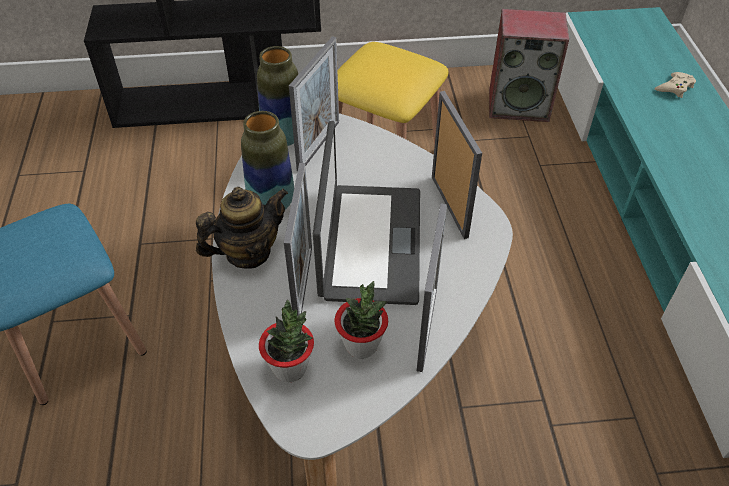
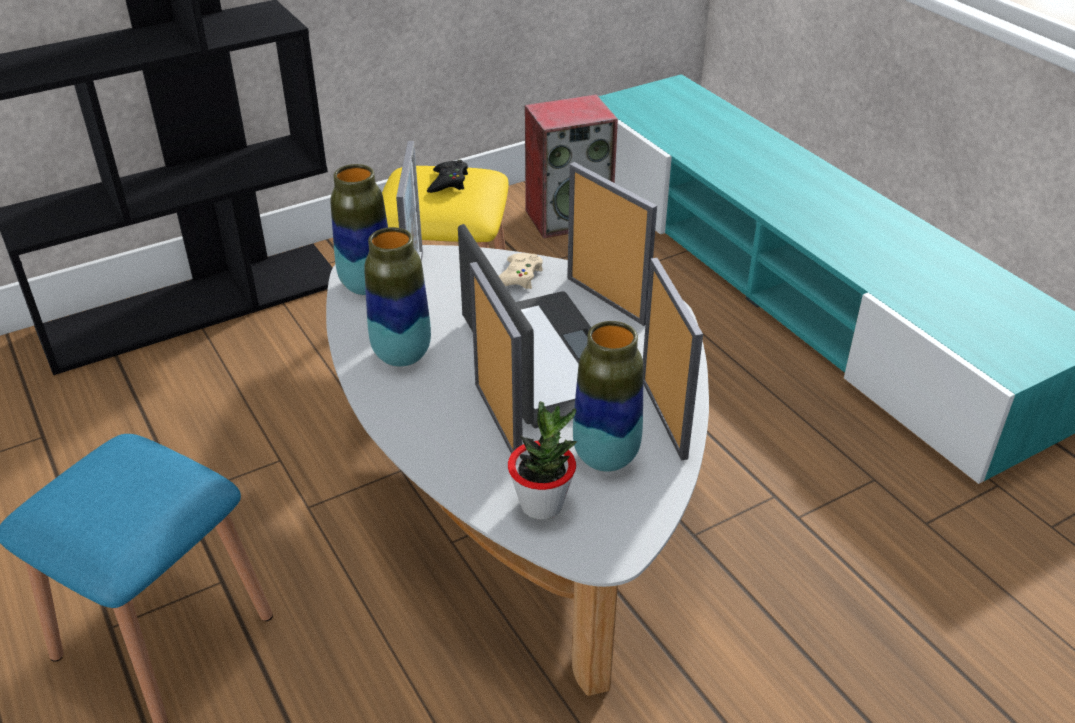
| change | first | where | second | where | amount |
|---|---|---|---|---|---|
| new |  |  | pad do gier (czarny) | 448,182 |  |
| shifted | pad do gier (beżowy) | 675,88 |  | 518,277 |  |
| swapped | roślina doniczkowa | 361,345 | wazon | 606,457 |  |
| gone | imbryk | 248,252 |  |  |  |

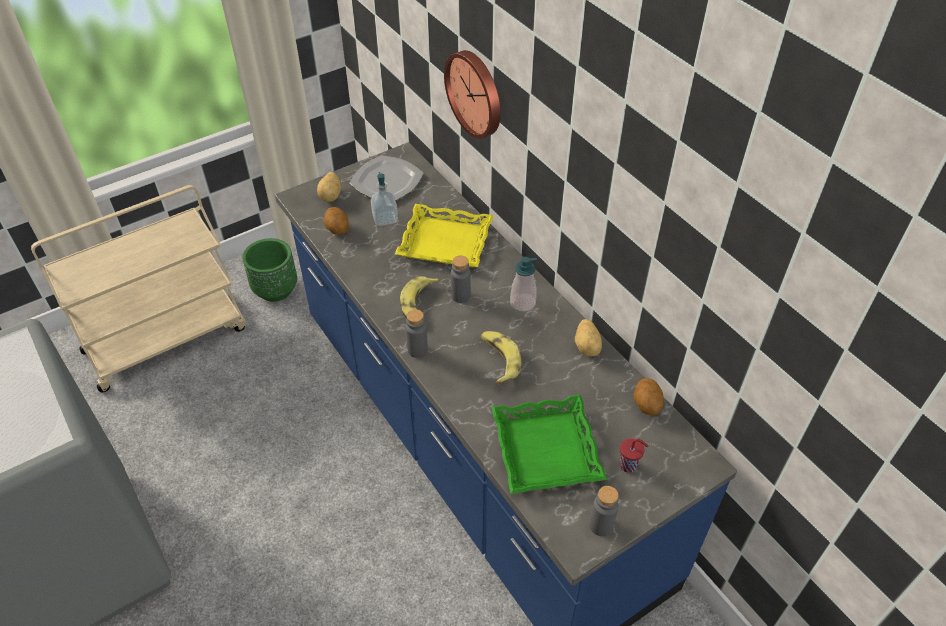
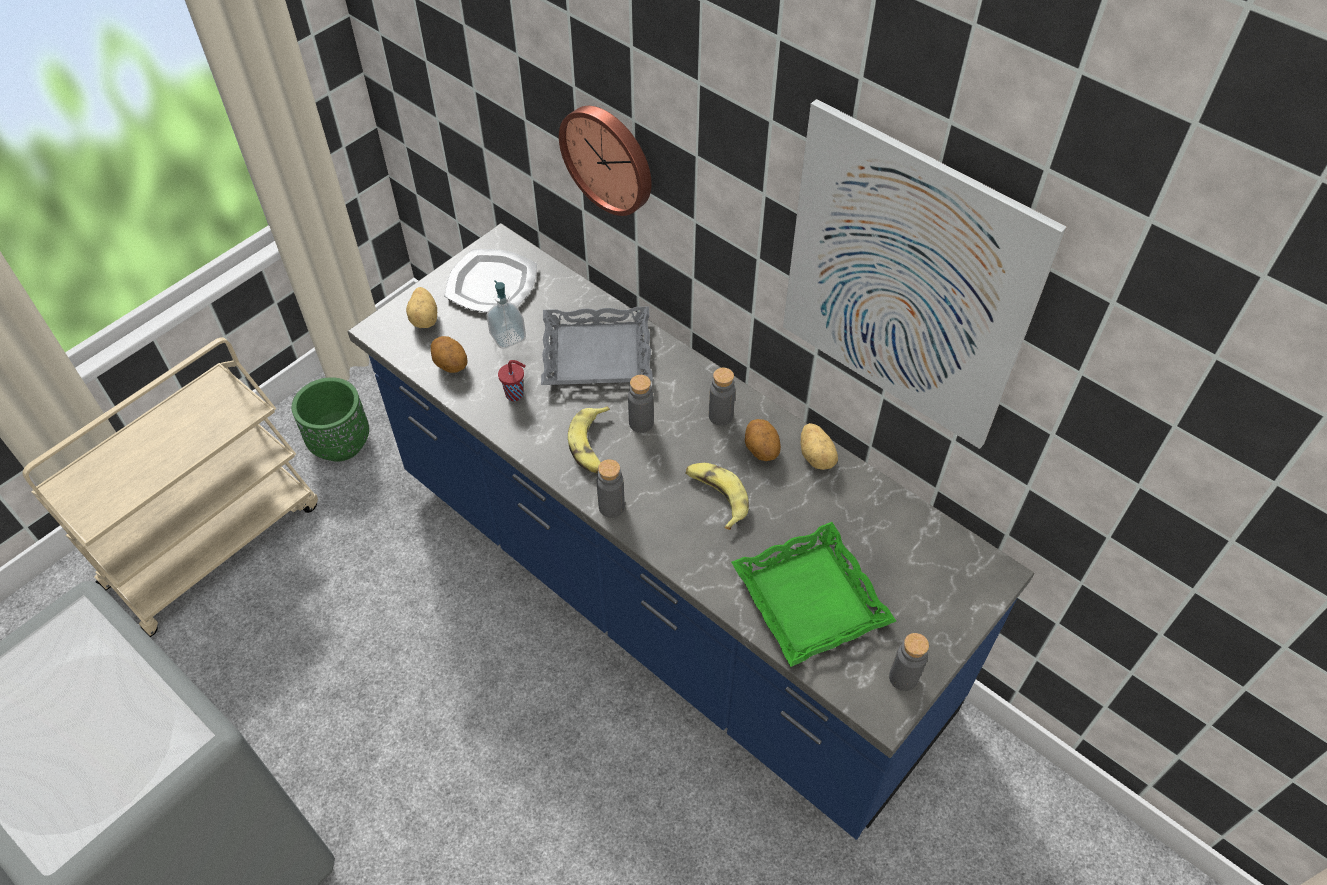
| change | first | where | second | where | amount |
|---|---|---|---|---|---|
| shifted | filiżanka (czerwony) | 629,466 |  | 515,394 |  |
| repainted | taca (żółty) | 445,242 | taca (szary) | 597,355 |  |
| swapped | dozownik mydła | 522,303 | butelka (szary) | 720,416 |  |
| shifted | ziemniak | 646,405 |  | 760,450 |  |
| new |  |  | obraz | 905,282 |  |

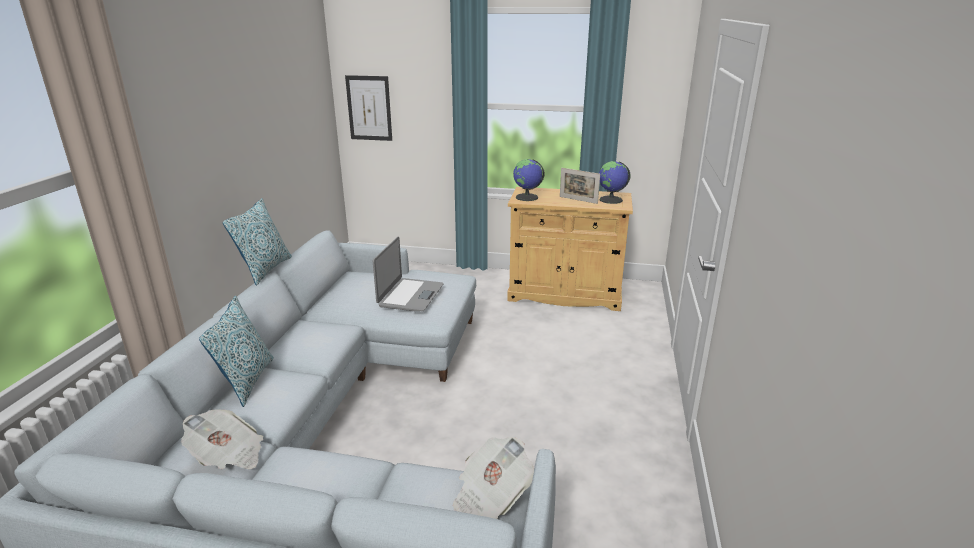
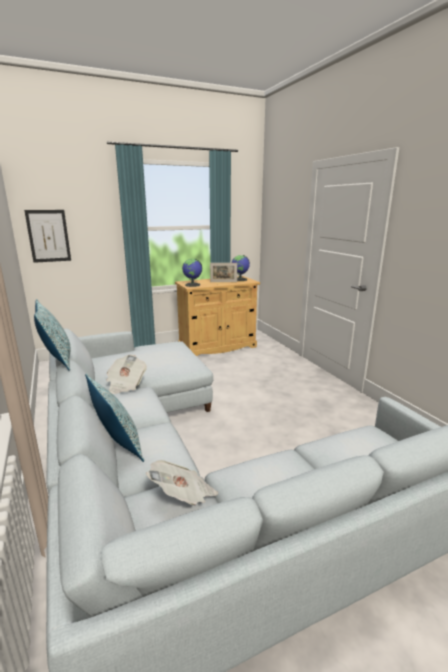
| change | first | where | second | where | amount |
|---|---|---|---|---|---|
| shifted | gazeta | 491,494 |  | 125,384 |  |
| gone | laptop | 410,295 |  |  |  |

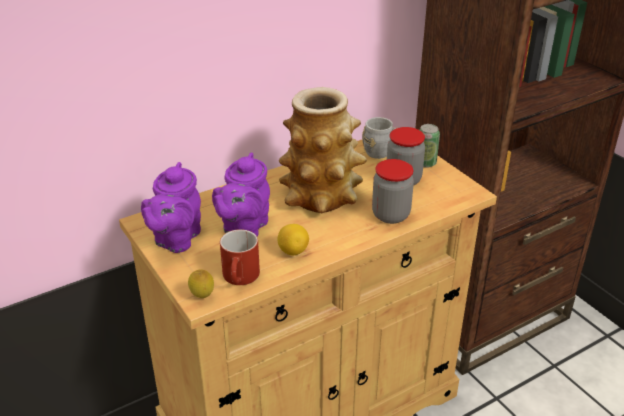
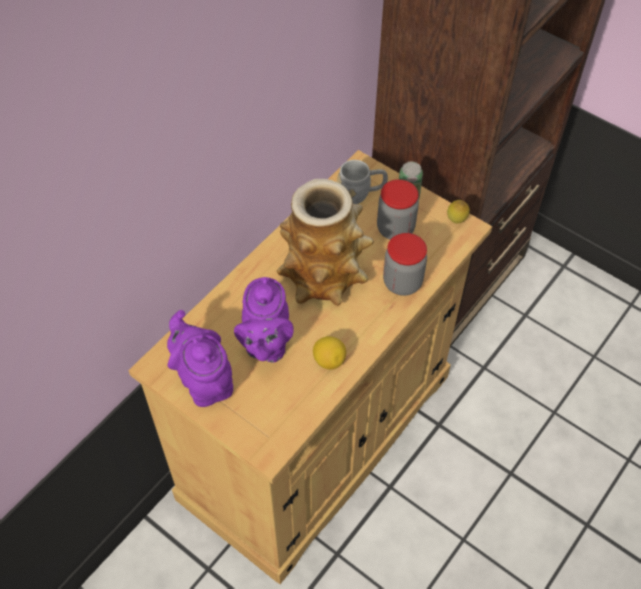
| change | first | where | second | where | amount |
|---|---|---|---|---|---|
| rotated | imbryk (fioletowy) | 175,239 |  | 204,381 | 150 degrees clockwise |
| shifted | cytryna | 202,297 |  | 456,221 |  |
| gone | kubek (czerwony) | 241,278 |  |  |  |

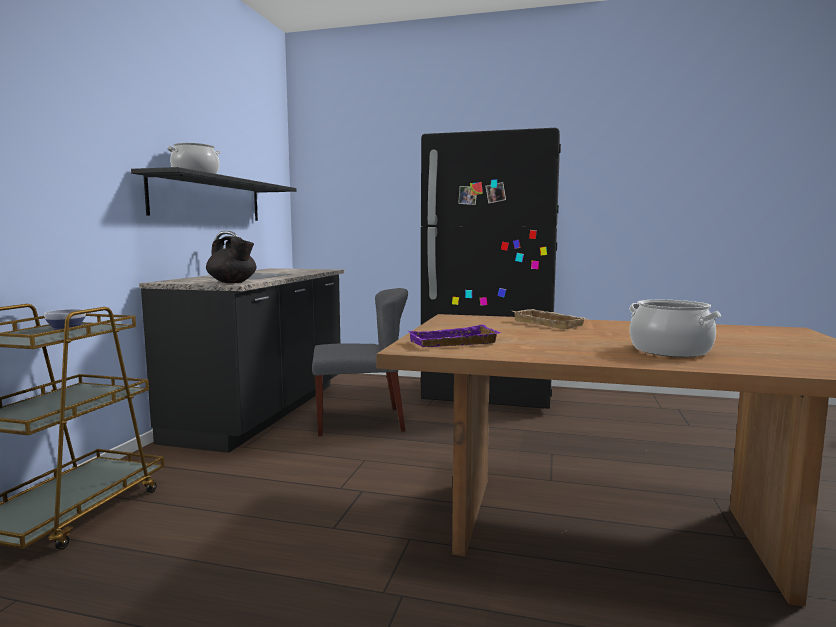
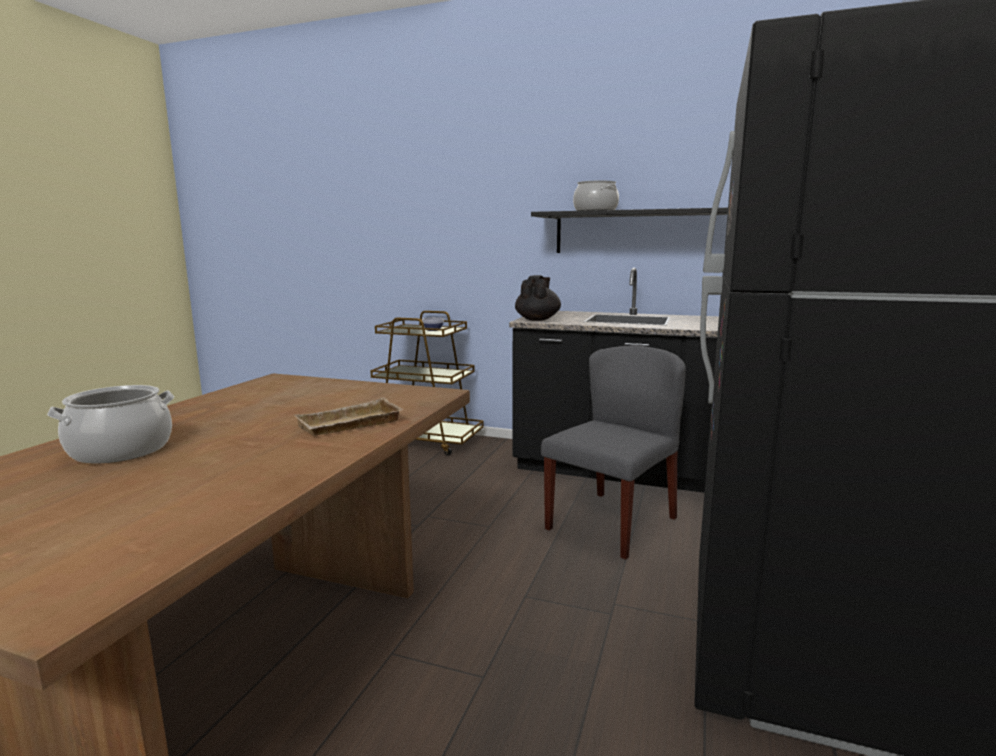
| change | first | where | second | where | amount |
|---|---|---|---|---|---|
| rotated | imbryk (czarny) | 232,282 |  | 537,319 | 150 degrees clockwise |
| rotated | krzesło (szary) | 360,421 |  | 612,522 | 135 degrees counterclockwise |
| gone | taca (fioletowy) | 453,343 |  |  |  |

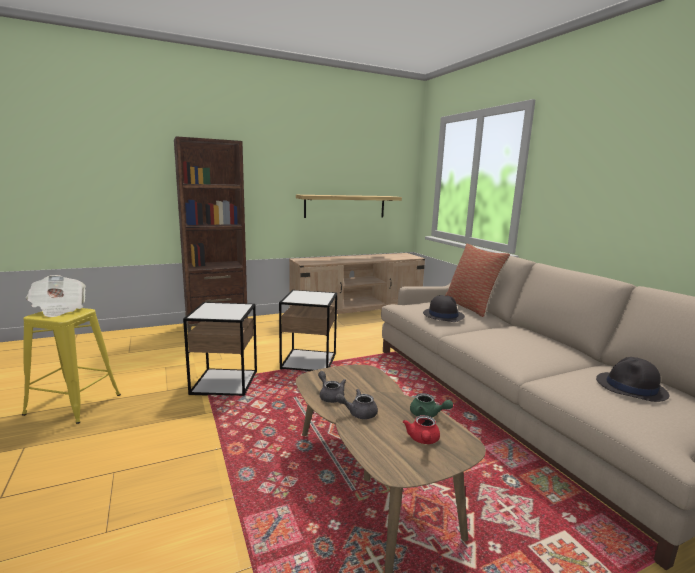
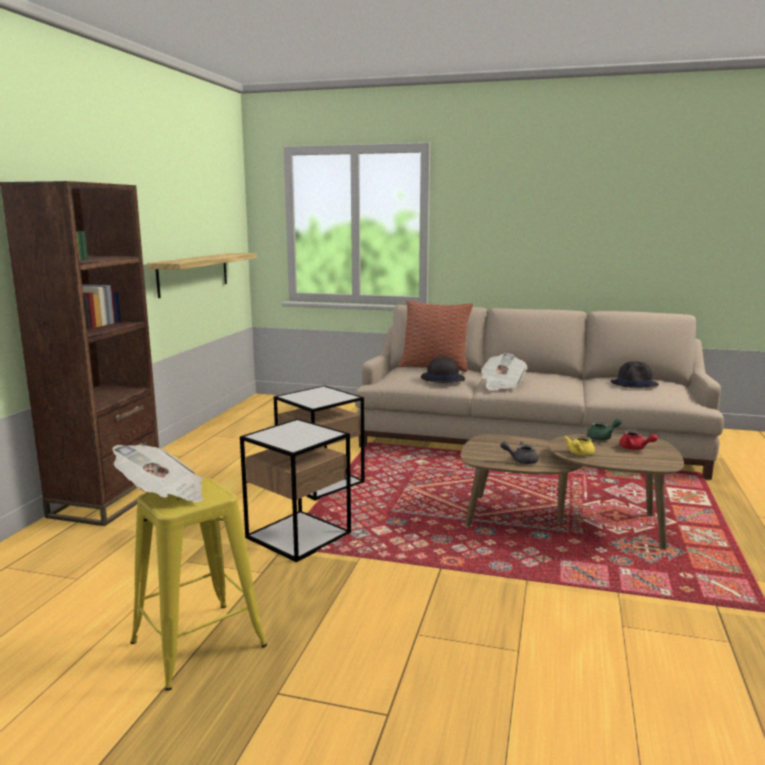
| change | first | where | second | where | amount |
|---|---|---|---|---|---|
| new |  |  | gazeta | 501,385 |  |
| repainted | imbryk (szary) | 358,413 | imbryk (żółty) | 579,453 |  |
| gone | szafka pod telewizor (beżowy) | 357,311 |  |  |  |

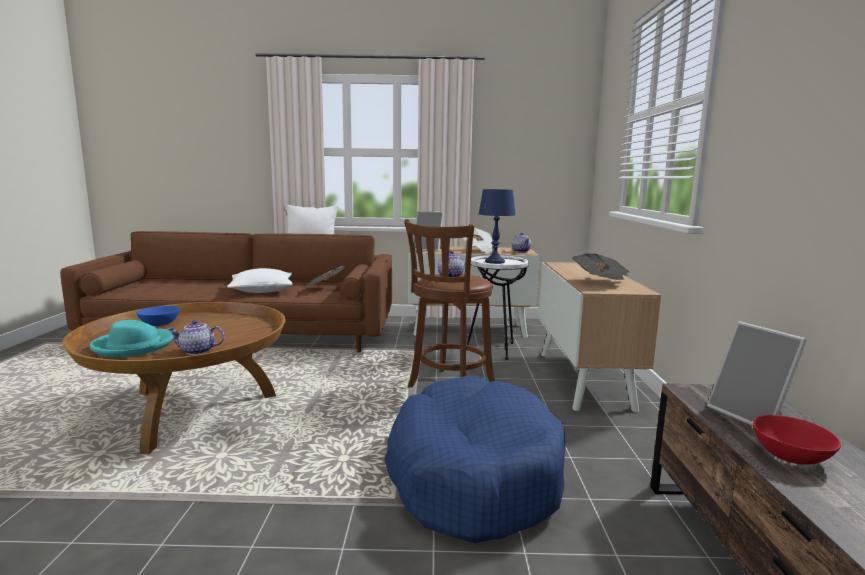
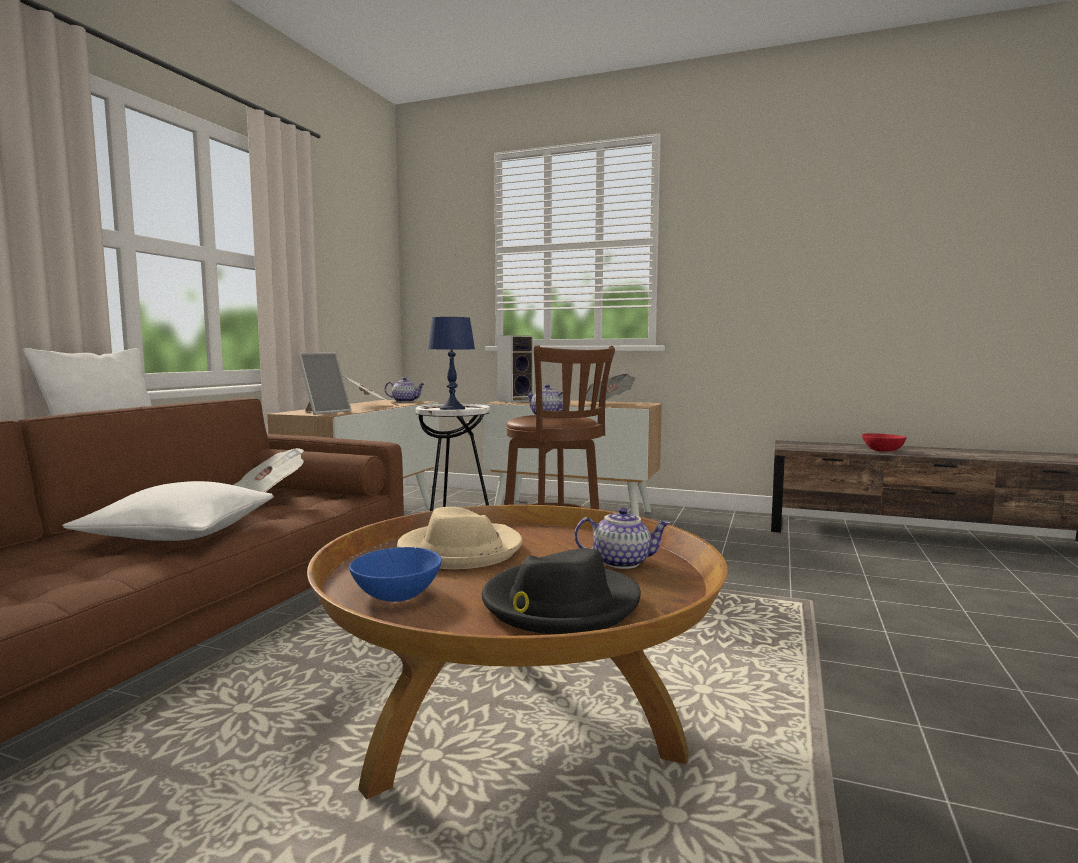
| change | first | where | second | where | amount |
|---|---|---|---|---|---|
| new |  |  | kapelusz (beżowy) | 460,550 |  |
| repainted | kapelusz (turkusowy) | 133,346 | kapelusz (czarny) | 559,604 |  |
| new |  |  | głośnik | 516,401 |  |
| rotated | imbryk | 196,351 |  | 622,562 | 105 degrees counterclockwise |
| gone | legowisko (niebieski) | 472,474 |  |  |  |
| gone | ramka na zdjęcie | 751,415 |  |  |  |

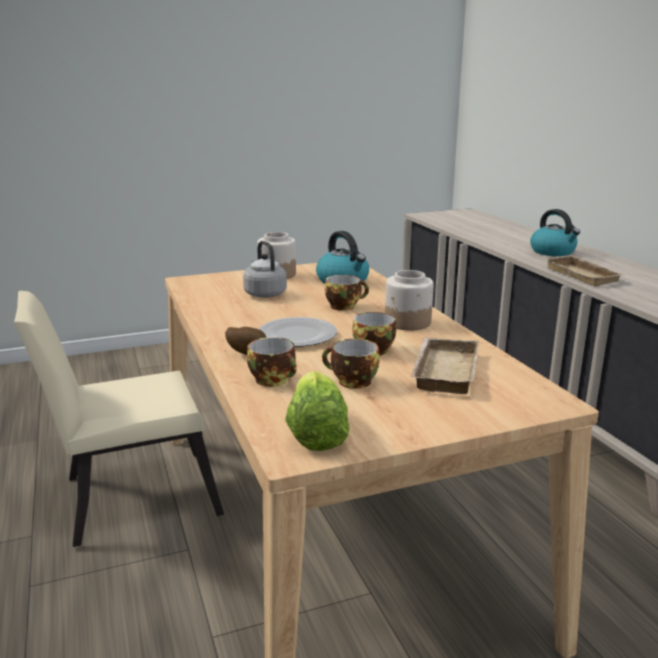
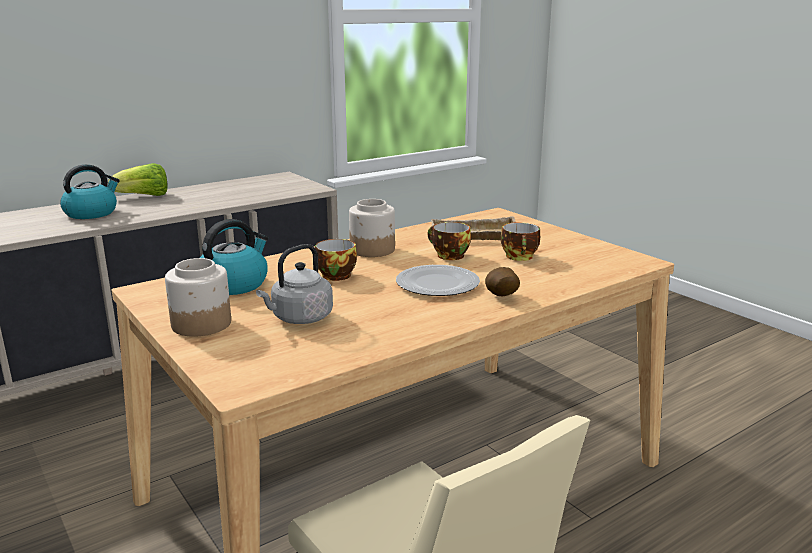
| change | first | where | second | where | amount |
|---|---|---|---|---|---|
| shifted | sałata | 316,433 |  | 144,196 |  |
| gone | filiżanka | 275,380 |  |  |  |
| gone | taca (beżowy) | 584,275 |  |  |  |

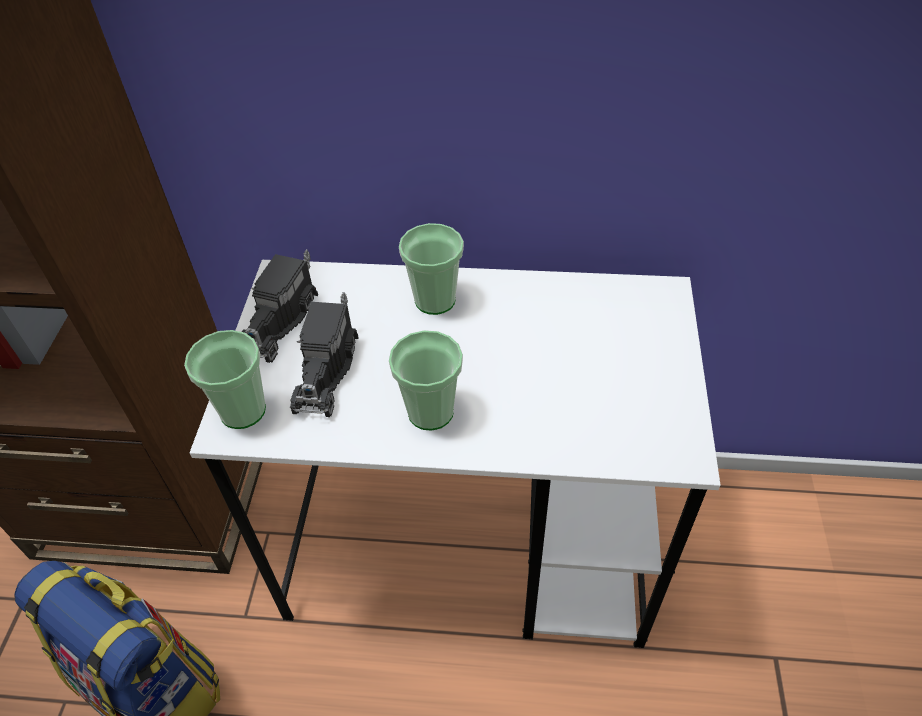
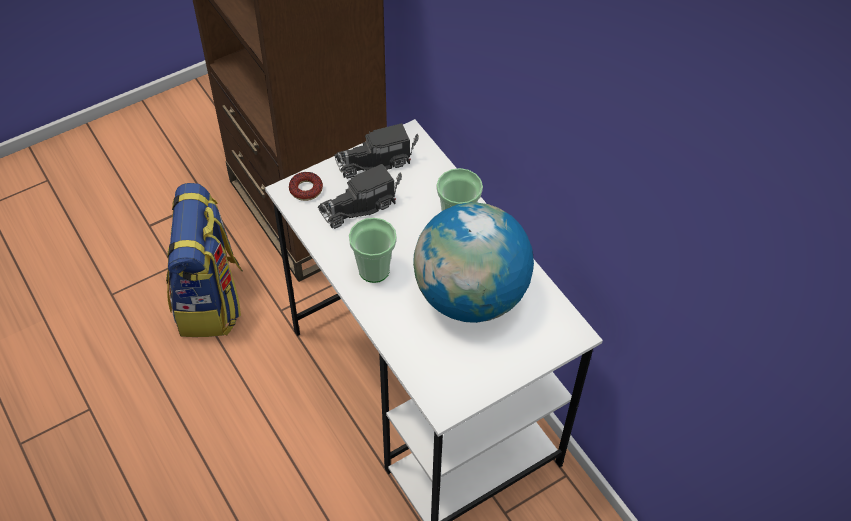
| change | first | where | second | where | amount |
|---|---|---|---|---|---|
| swapped | filiżanka | 242,410 | donut | 306,189 |  |
| new |  |  | globus | 470,296 |  |

